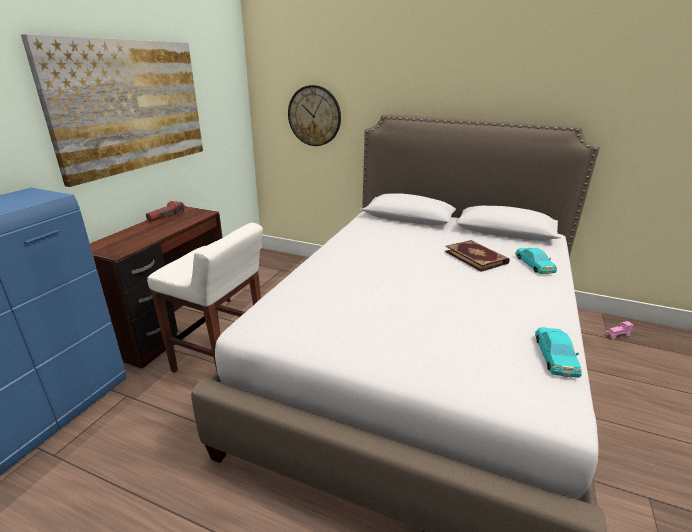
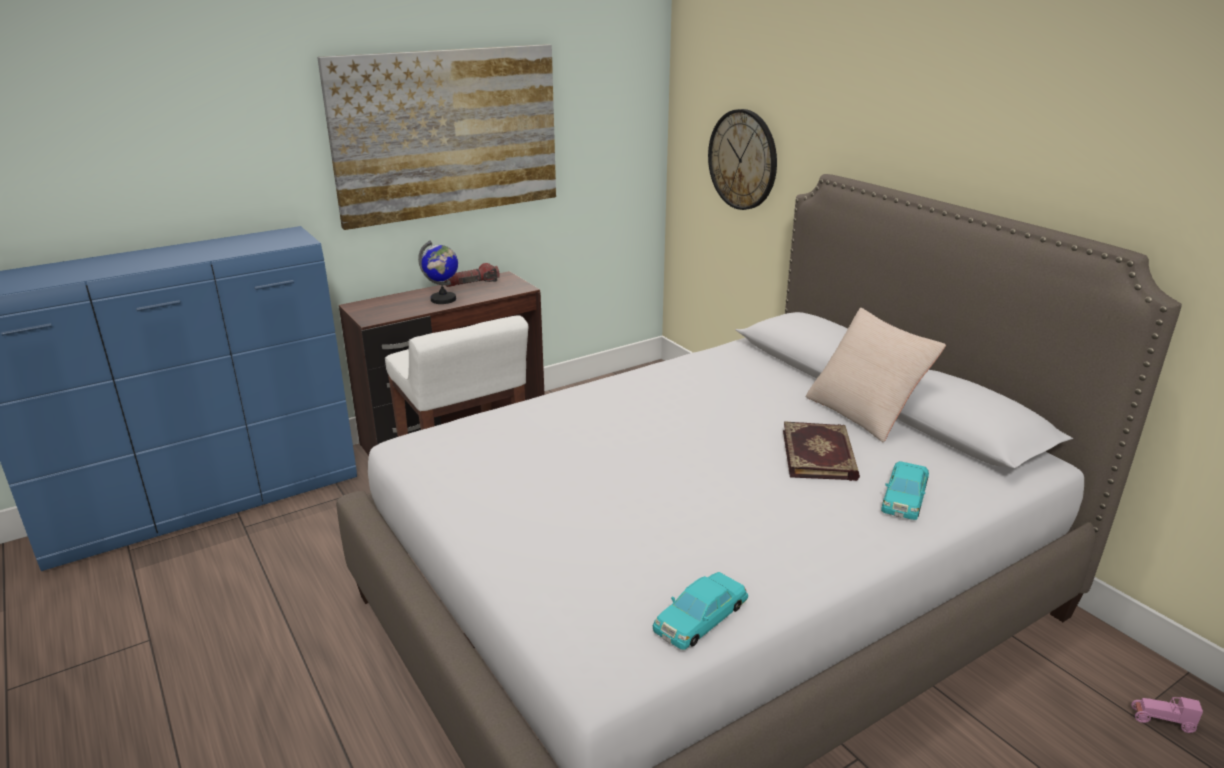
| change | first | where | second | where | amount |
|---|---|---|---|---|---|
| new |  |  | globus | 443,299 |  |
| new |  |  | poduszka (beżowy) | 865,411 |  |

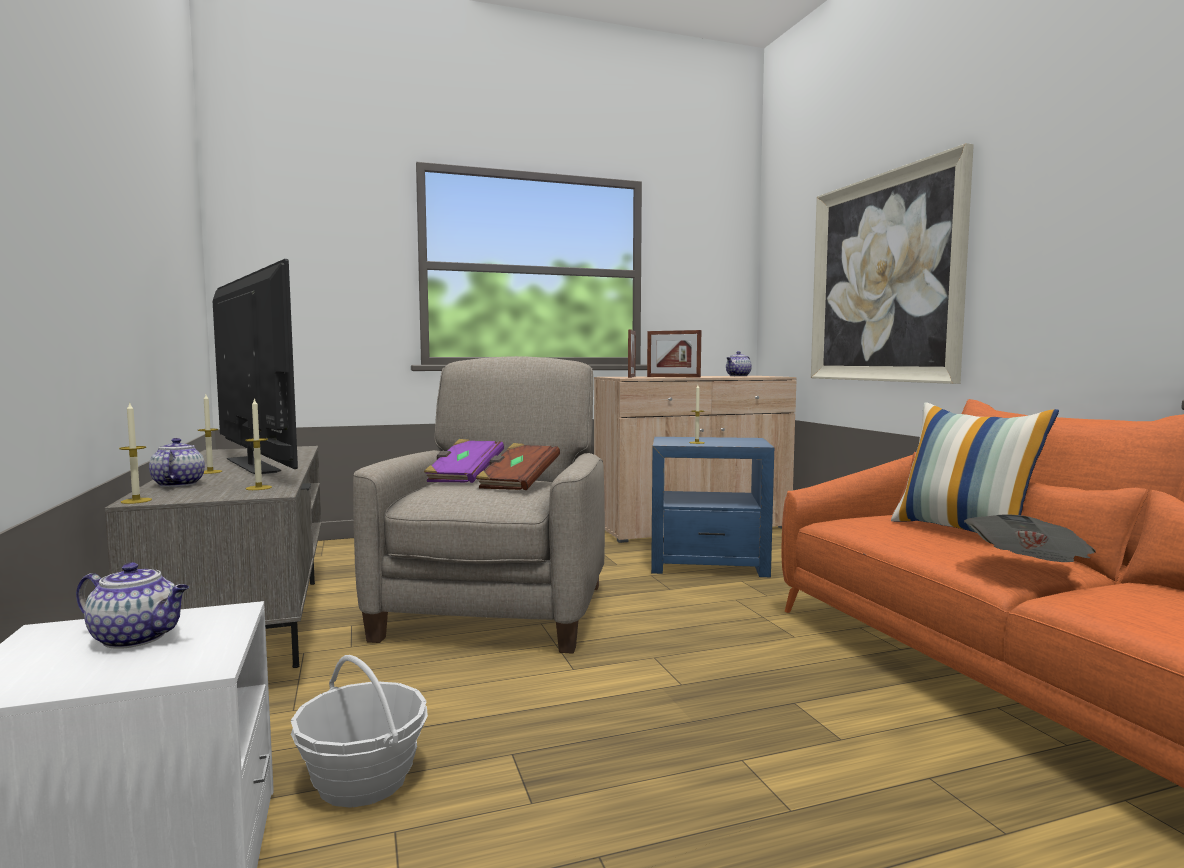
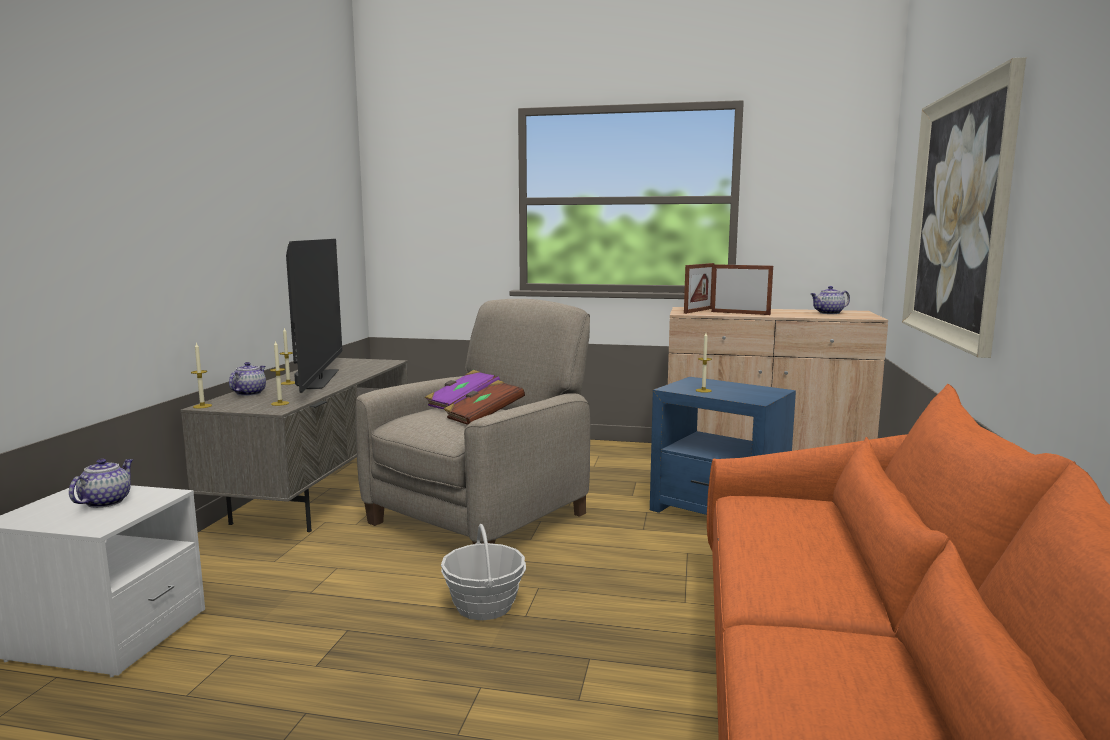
| change | first | where | second | where | amount |
|---|---|---|---|---|---|
| rotated | imbryk | 137,638 |  | 106,502 | 120 degrees counterclockwise |
| shifted | koszyk | 363,780 |  | 484,605 |  |
| rotated | ramka na zdjęcie | 673,377 |  | 740,313 | 150 degrees clockwise |
| gone | poduszka | 964,532 |  |  |  |
| gone | gazeta | 1028,570 |  |  |  |

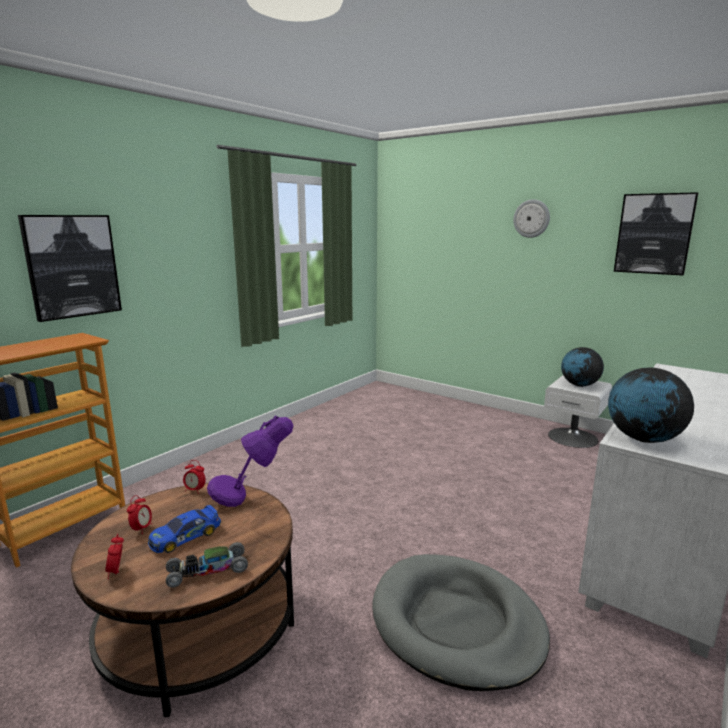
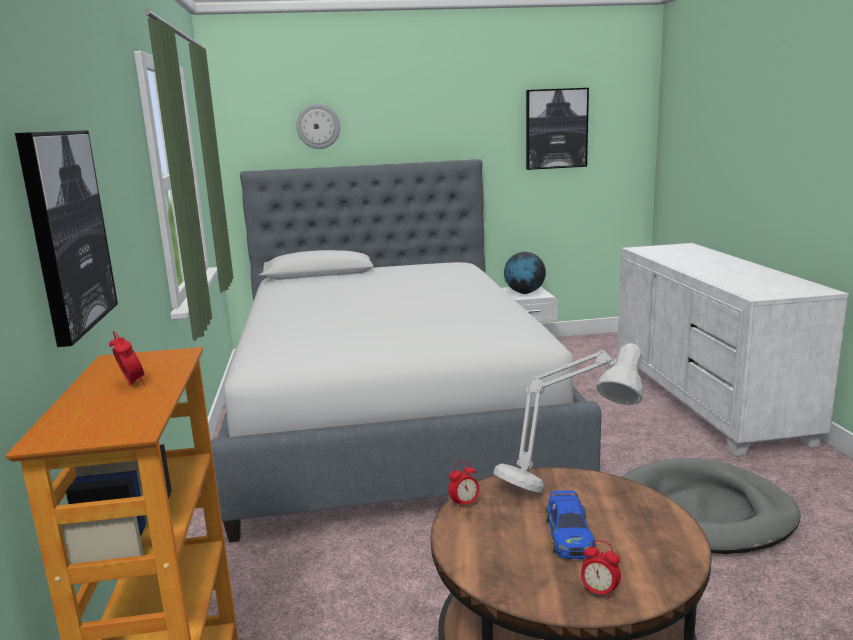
| change | first | where | second | where | amount |
|---|---|---|---|---|---|
| shifted | budzik | 141,529 |  | 131,384 |  |
| new |  |  | łóżko | 391,416 |  |
| shifted | zegar ścienny | 531,218 |  | 318,126 |  |
| repainted | lampa stołowa (fioletowy) | 253,512 | lampa stołowa (szary) | 564,486 |  |
| gone | samochodzik | 207,571 |  |  |  |
| gone | globus | 643,439 |  |  |  |

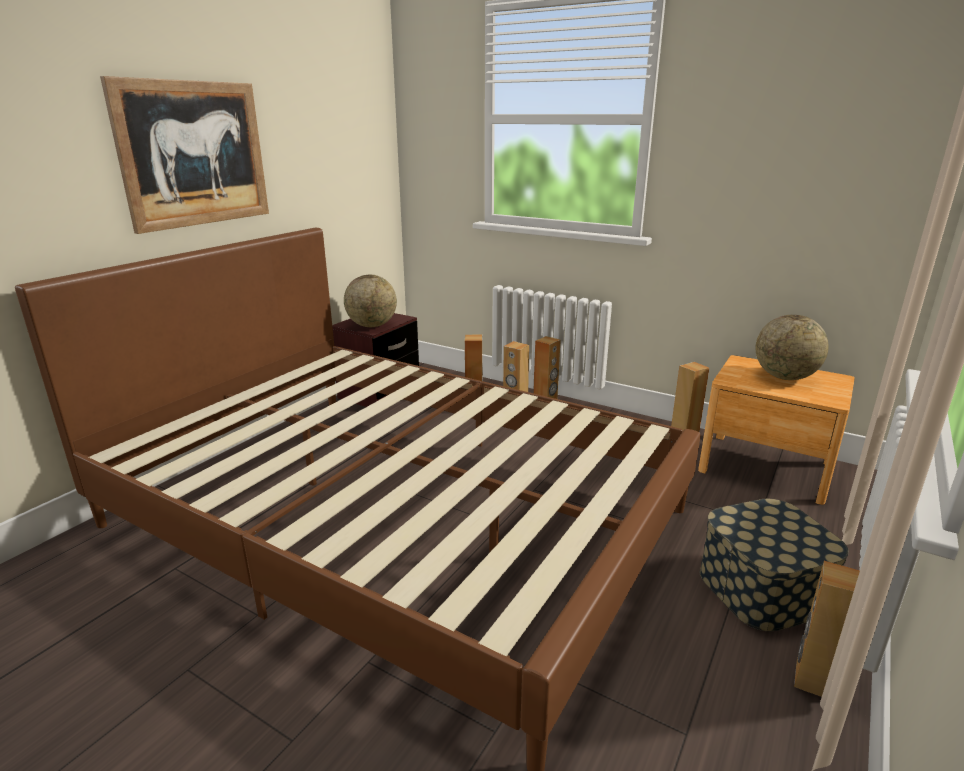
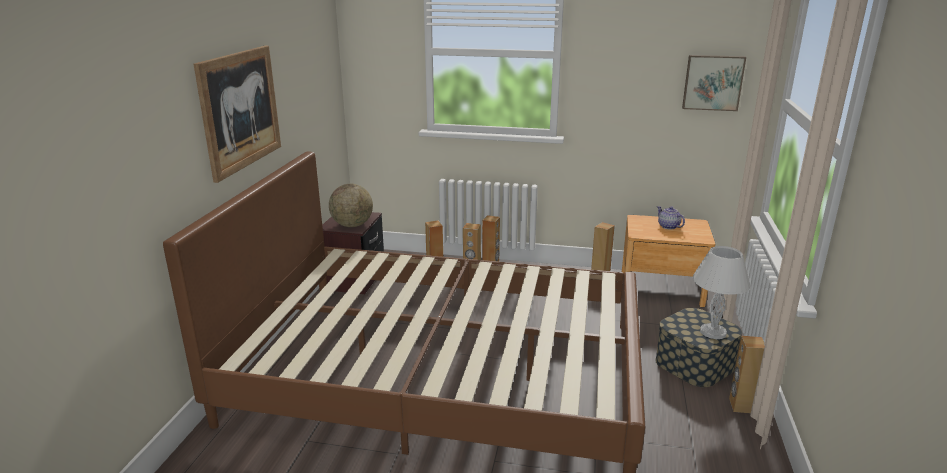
| change | first | where | second | where | amount |
|---|---|---|---|---|---|
| swapped | globus | 784,377 | imbryk | 668,226 |  |
| new |  |  | obraz | 712,82 |  |
| new |  |  | lampa stołowa (biały) | 712,332 |  |

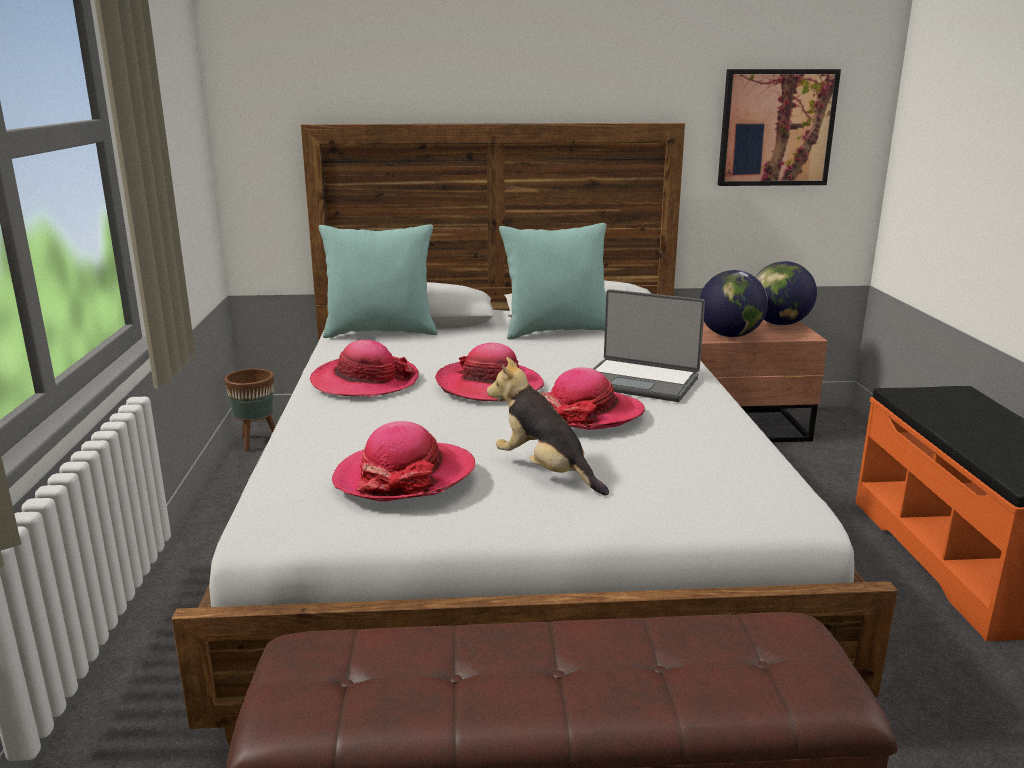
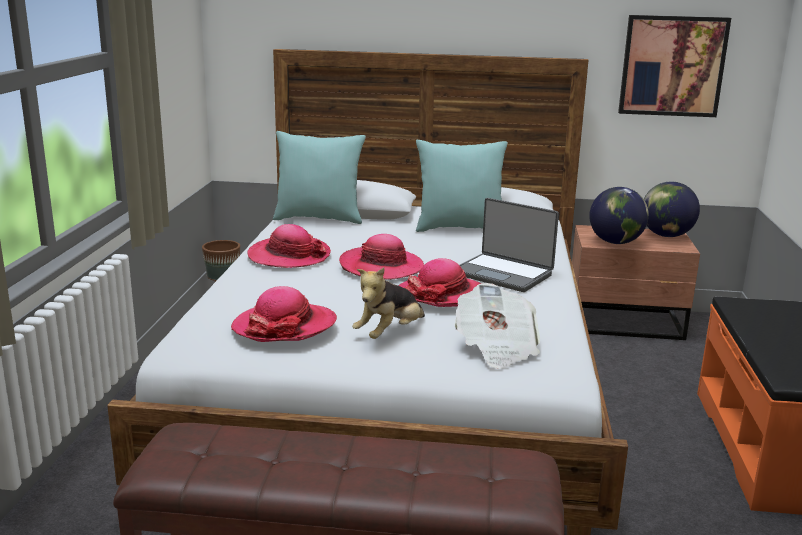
| change | first | where | second | where | amount |
|---|---|---|---|---|---|
| rotated | pluszak | 545,471 |  | 389,333 | 105 degrees counterclockwise |
| new |  |  | gazeta | 496,348 |  |

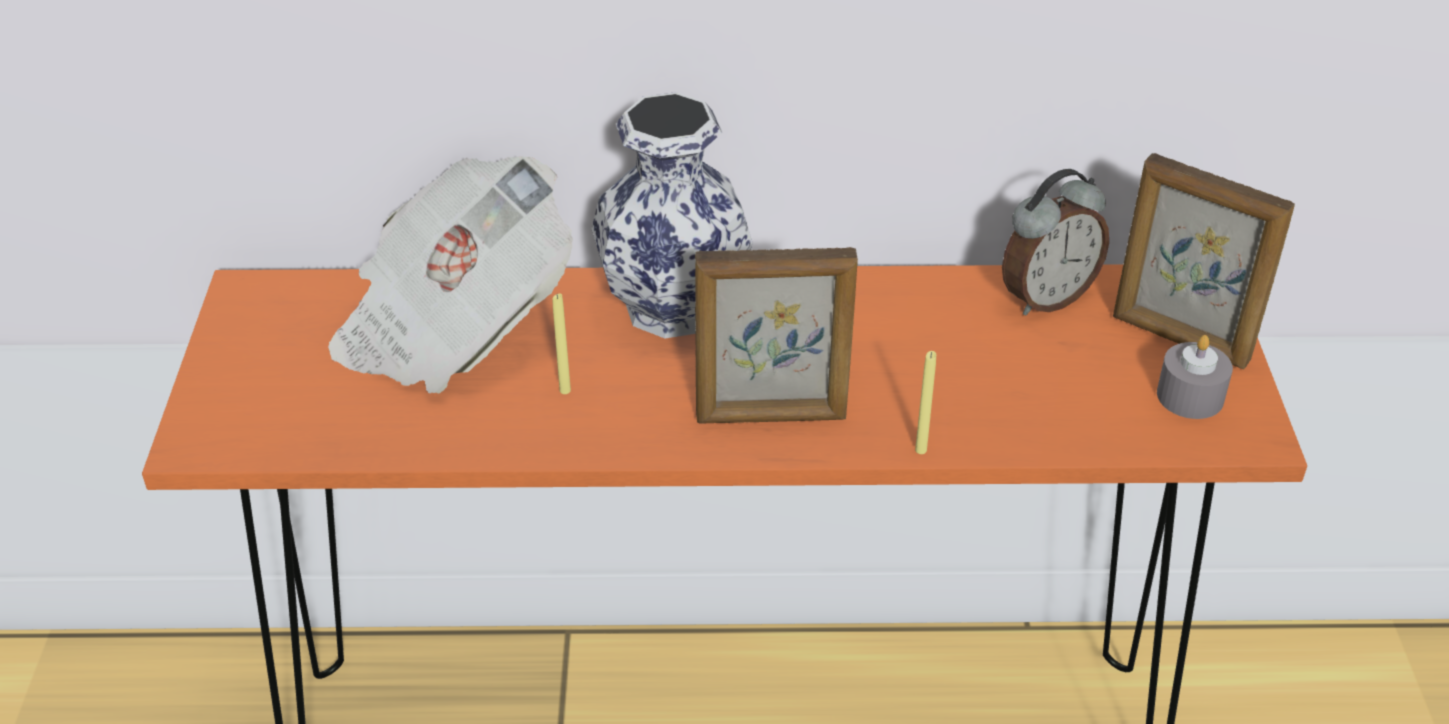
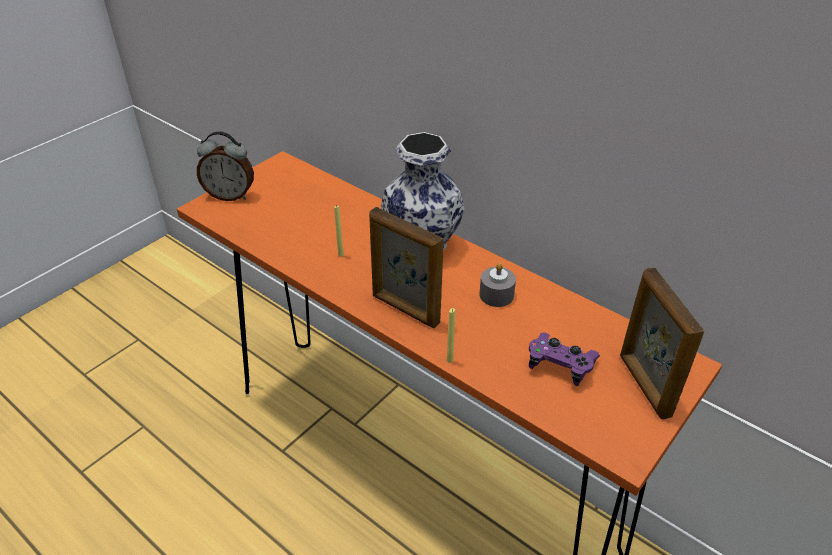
| change | first | where | second | where | amount |
|---|---|---|---|---|---|
| shifted | budzik | 1045,298 |  | 230,195 |  |
| shifted | świeca (szary) | 1190,396 |  | 496,295 |  |
| new |  |  | pad do gier (fioletowy) | 560,366 |  |
| gone | gazeta | 453,325 |  |  |  |

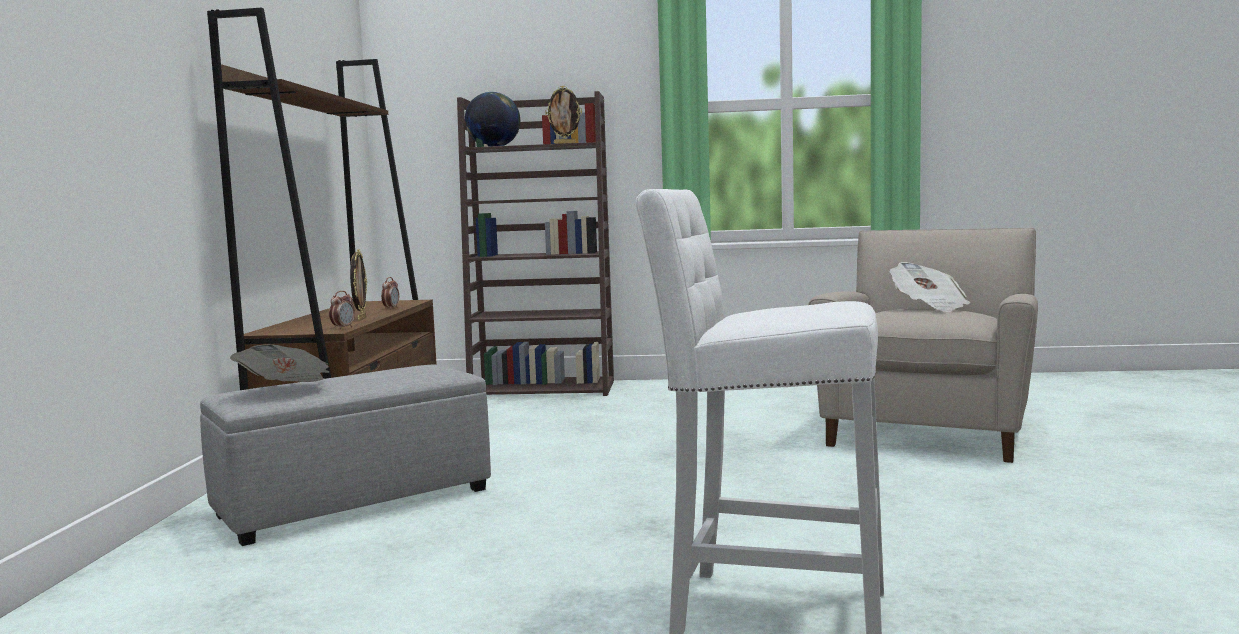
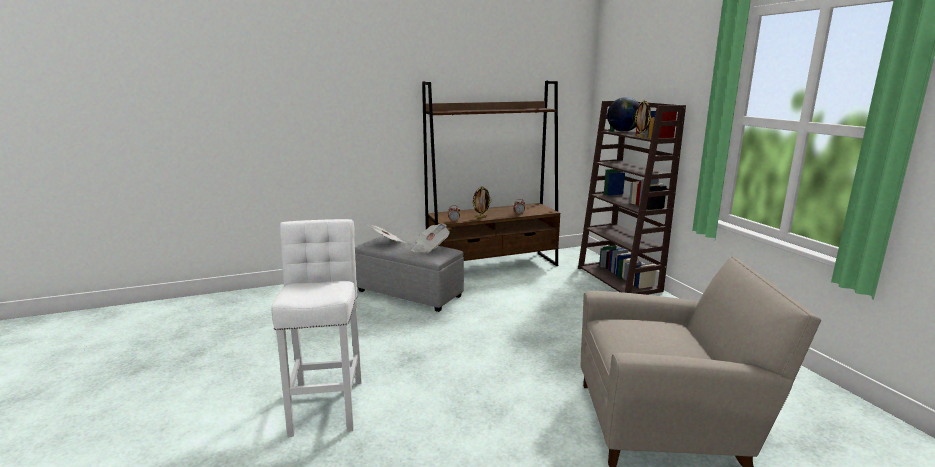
| change | first | where | second | where | amount |
|---|---|---|---|---|---|
| shifted | gazeta | 929,307 |  | 430,248 |  |

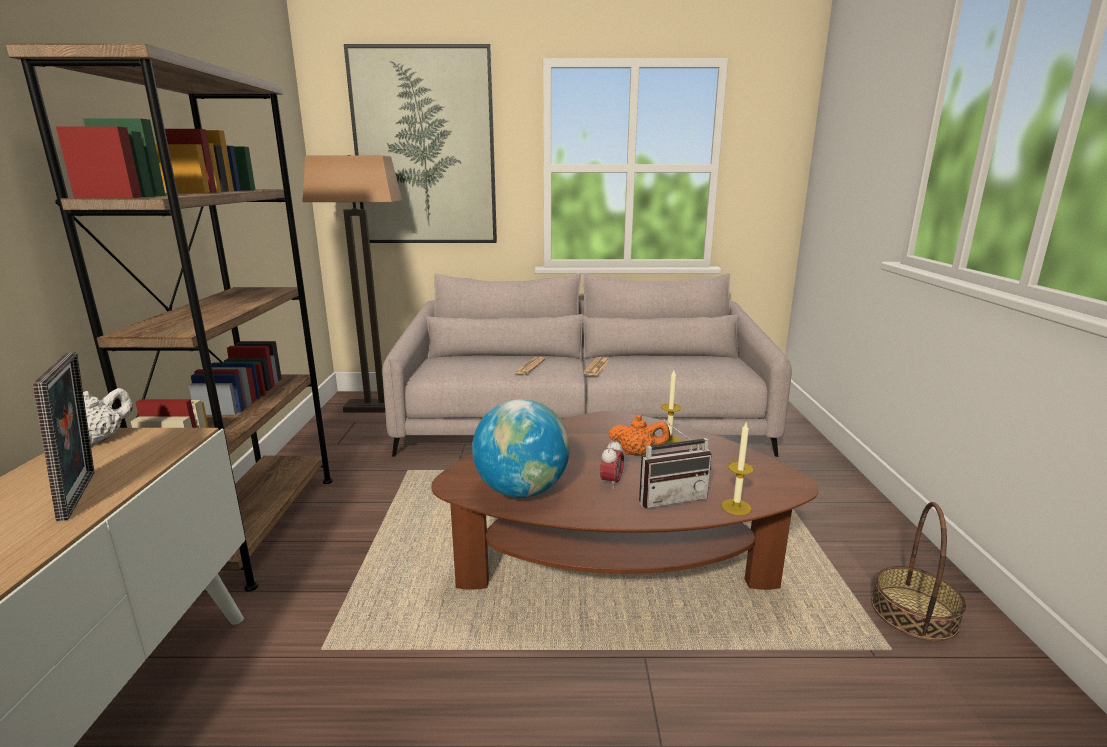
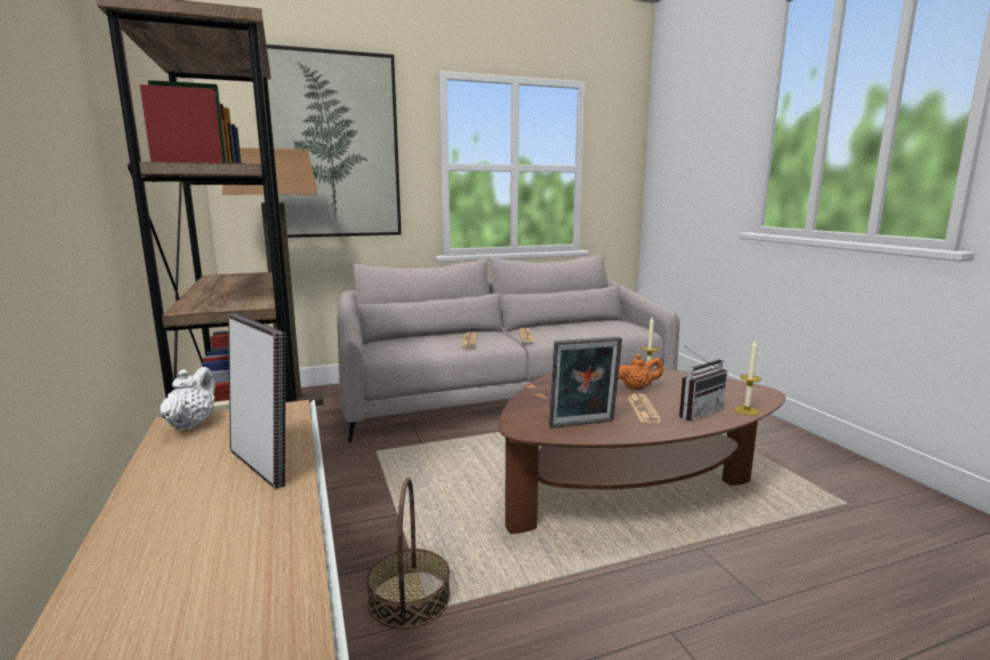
| change | first | where | second | where | amount |
|---|---|---|---|---|---|
| shifted | koszyk | 914,613 |  | 409,598 |  |
| swapped | globus | 521,491 | ramka na zdjęcie | 583,425 |  |
| swapped | budzik | 611,482 | gazeta | 643,409 |  |

